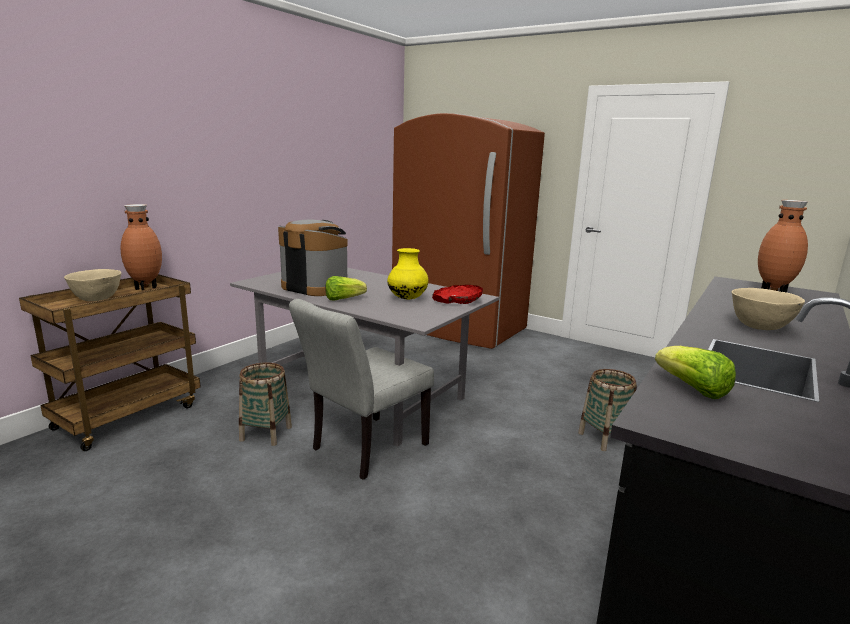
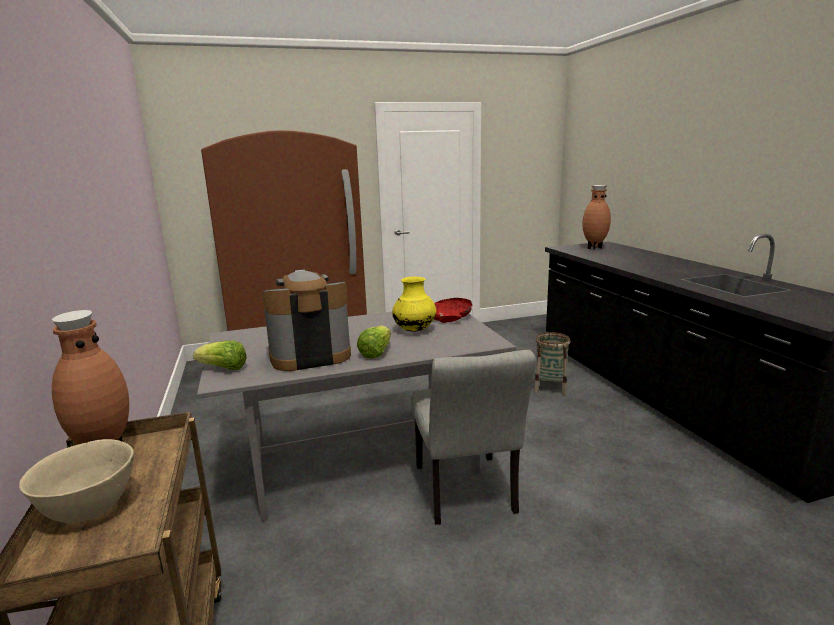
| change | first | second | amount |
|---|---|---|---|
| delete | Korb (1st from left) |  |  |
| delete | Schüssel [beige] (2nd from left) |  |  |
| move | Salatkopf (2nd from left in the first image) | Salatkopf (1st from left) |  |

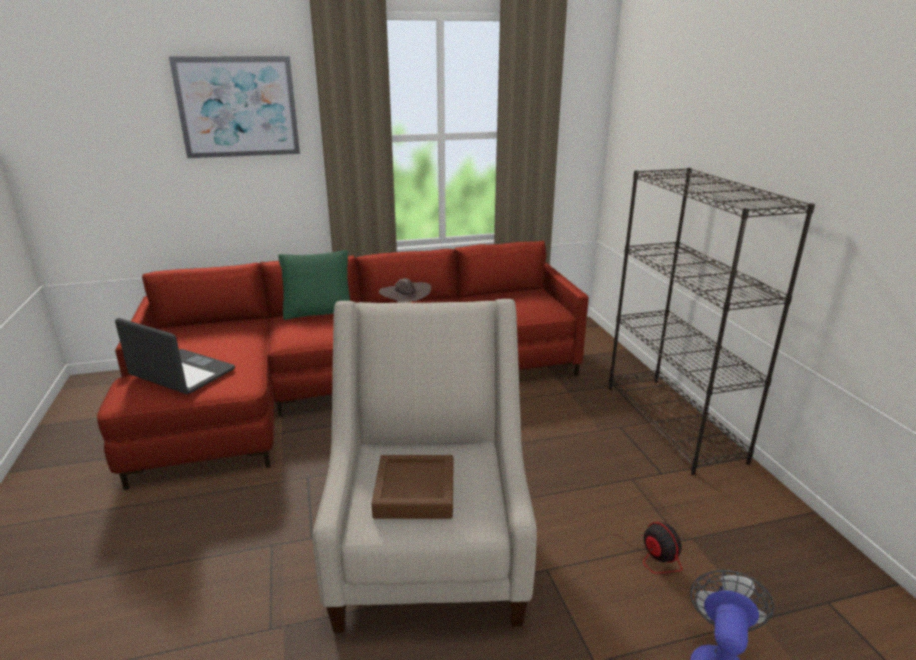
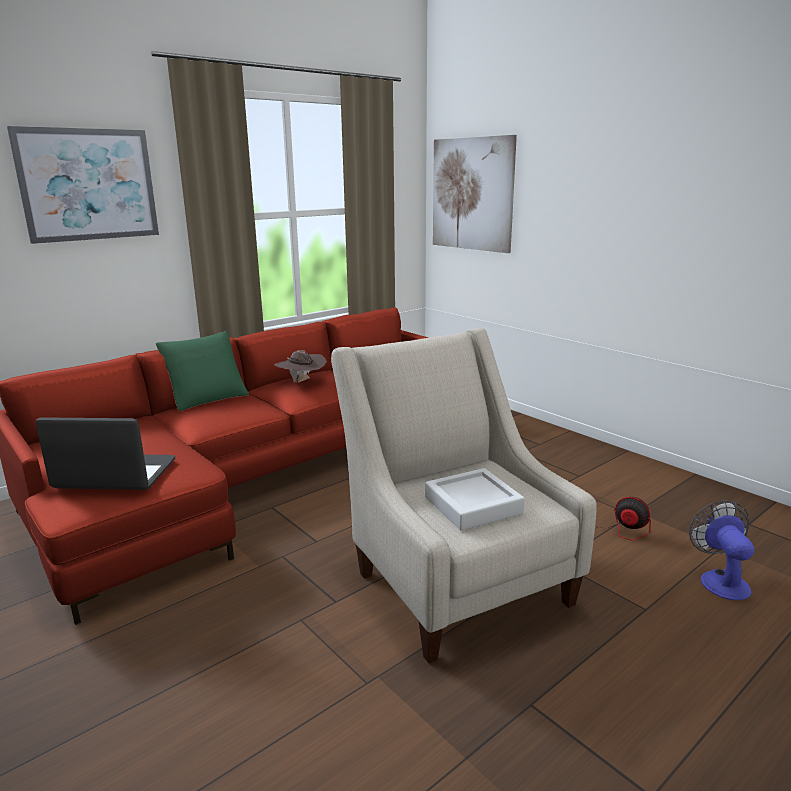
| change | first | second | amount |
|---|---|---|---|
| delete | Bücherregal [schwarz] |  |  |
| insert |  | Bild (2nd from left) |  |
| recolor | Tablett [braun] | Tablett [grau] |  |

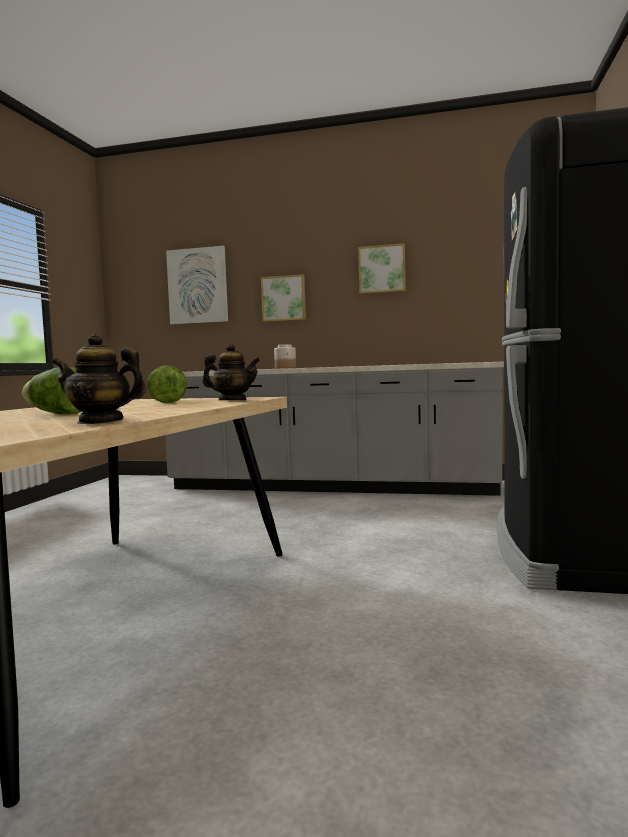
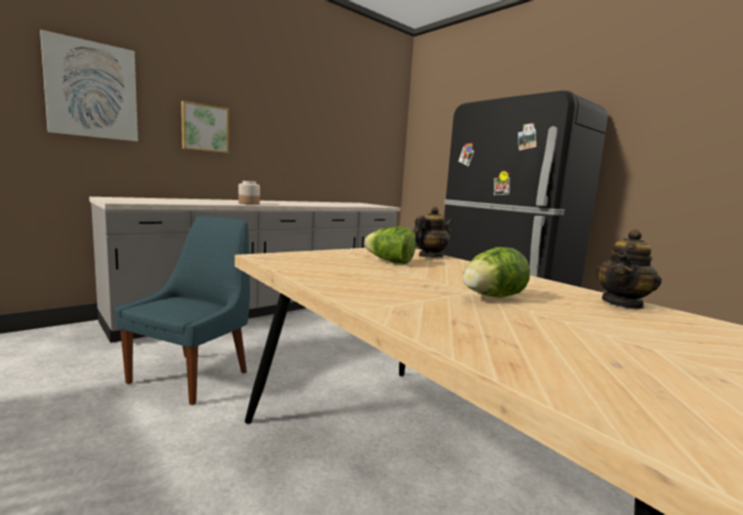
| change | first | second | amount |
|---|---|---|---|
| delete | Bild (3rd from left) |  |  |
| insert |  | Stuhl [blau] |  |

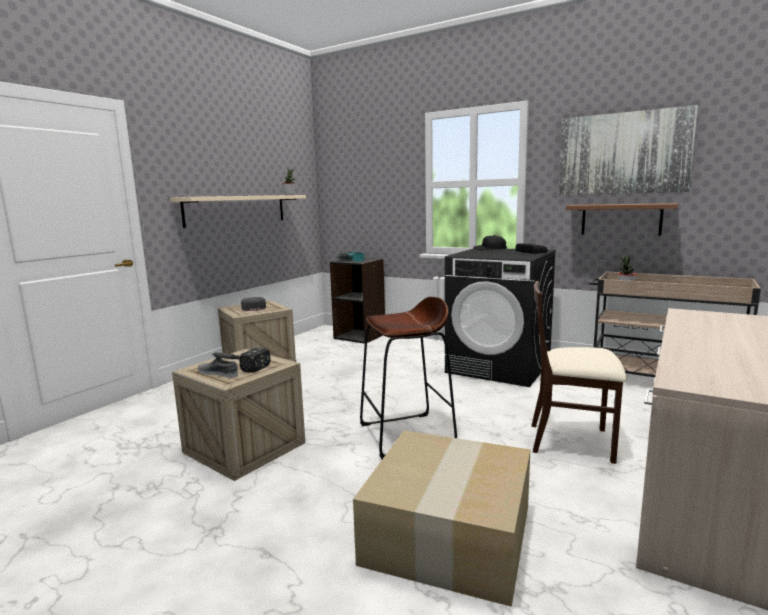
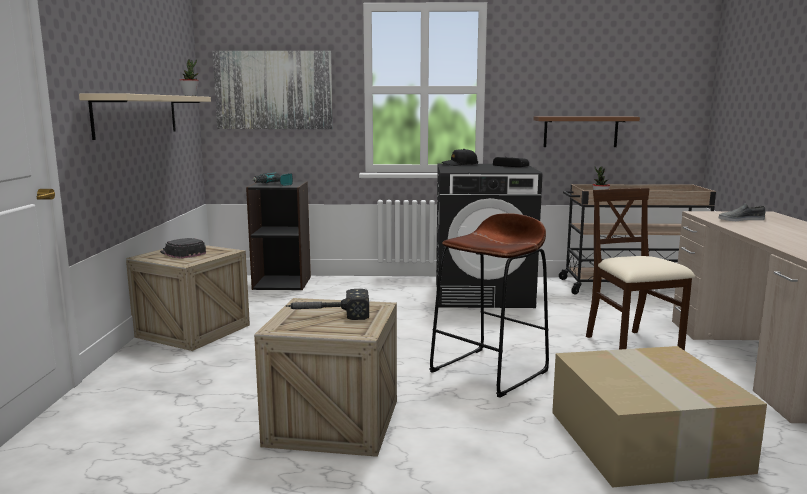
| change | first | second | amount |
|---|---|---|---|
| move | Schuh [grau] |  |  |
| move | Bild |  |  |
| rotate | Stuhl [beige] |  | 90 degrees clockwise |

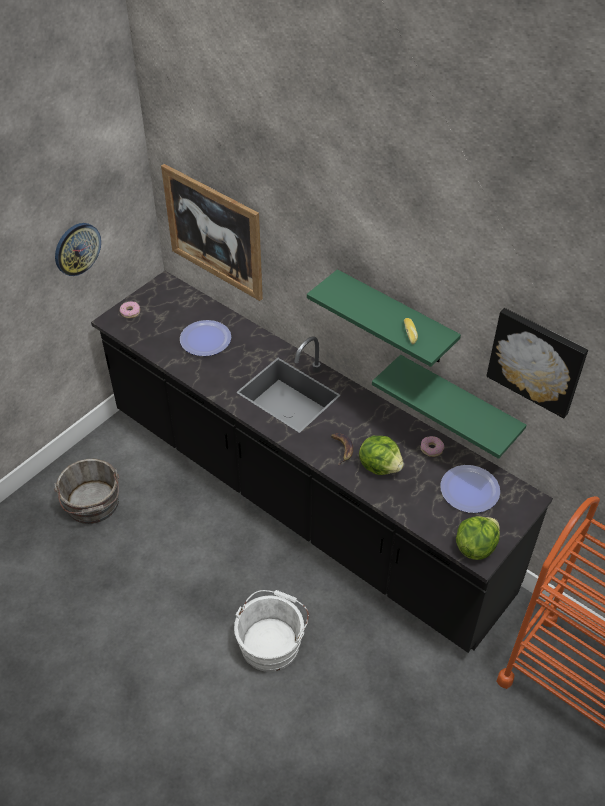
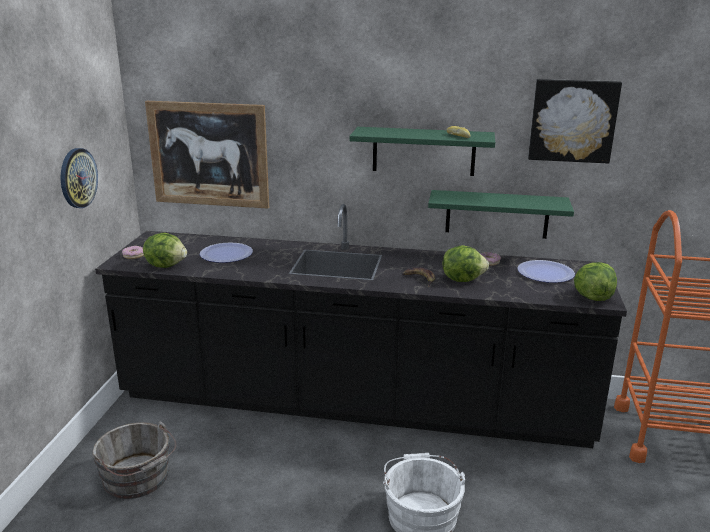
| change | first | second | amount |
|---|---|---|---|
| insert |  | Salatkopf (1st from left) |  |

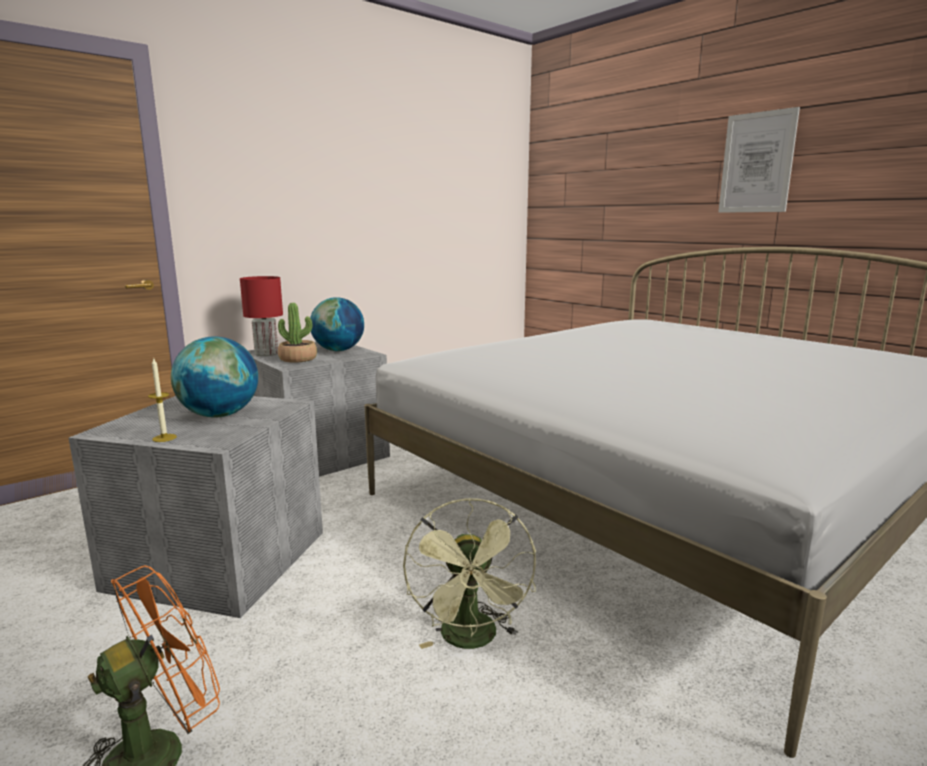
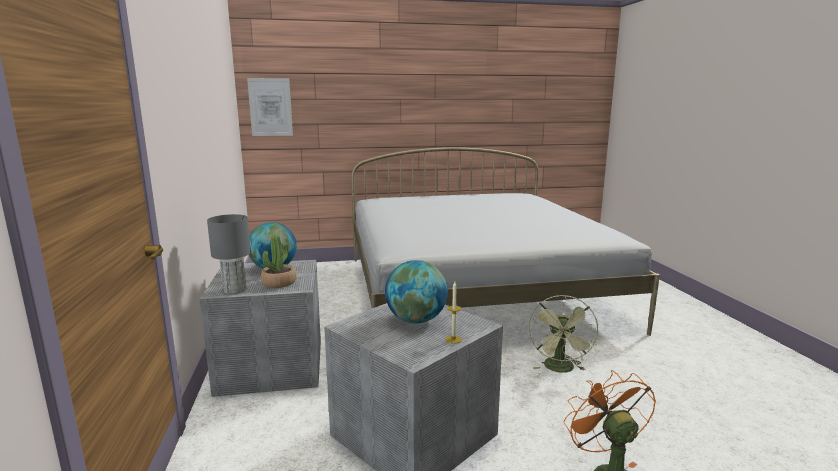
| change | first | second | amount |
|---|---|---|---|
| move | Bild |  |  |
| recolor | Tischlampe [rot] | Tischlampe [grau] |  |
| rotate | Ventilator [grün] |  | 75 degrees clockwise |

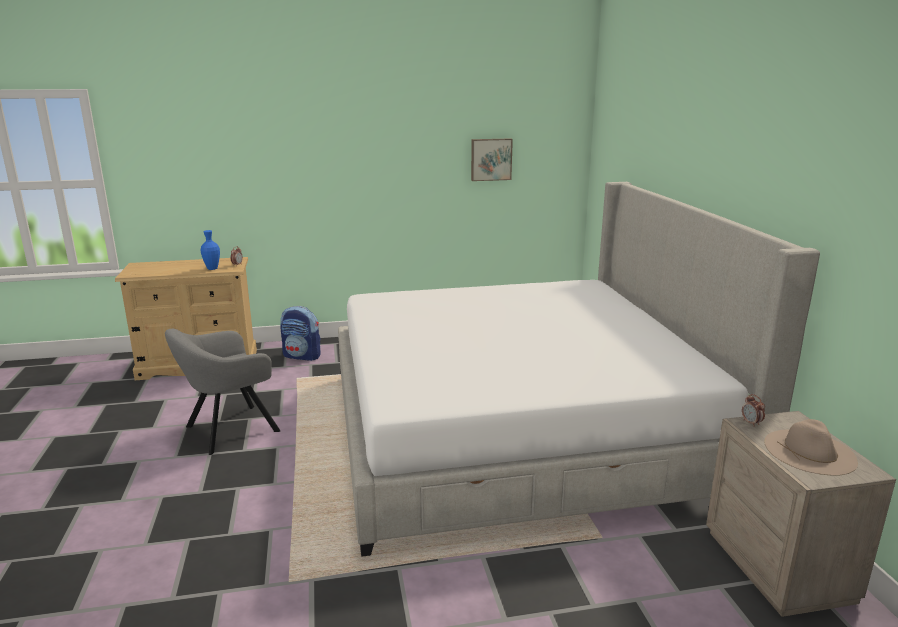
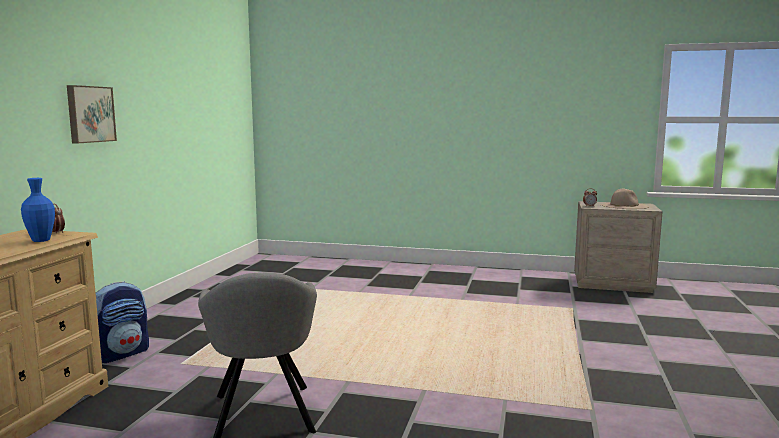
| change | first | second | amount |
|---|---|---|---|
| delete | Bett |  |  |
| move | Bild |  |  |

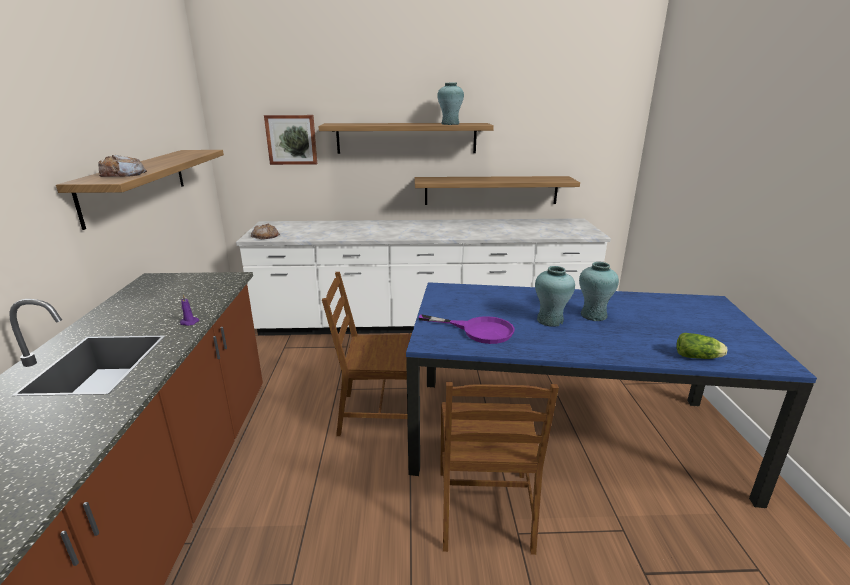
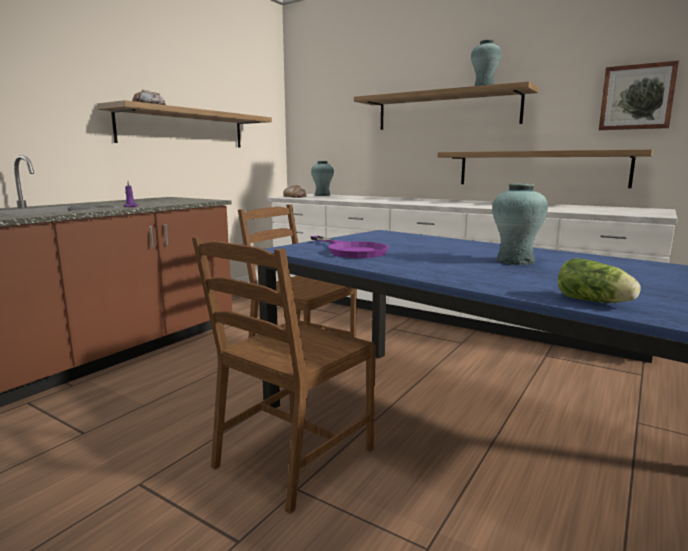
| change | first | second | amount |
|---|---|---|---|
| move | Bild |  |  |
| move | Vase [türkis] (2nd from left in the first image) | Vase [türkis] (1st from left) |  |

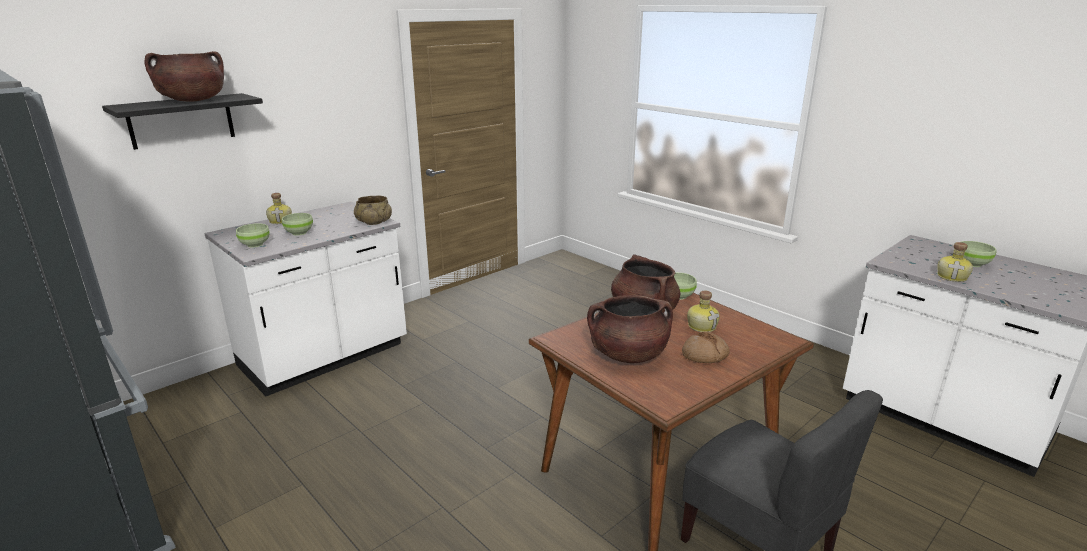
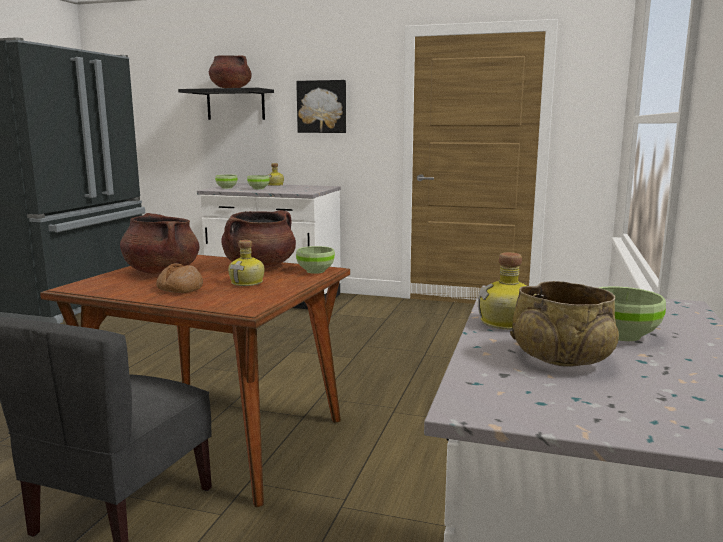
| change | first | second | amount |
|---|---|---|---|
| insert |  | Bild |  |
| move | Schüssel [beige] |  |  |

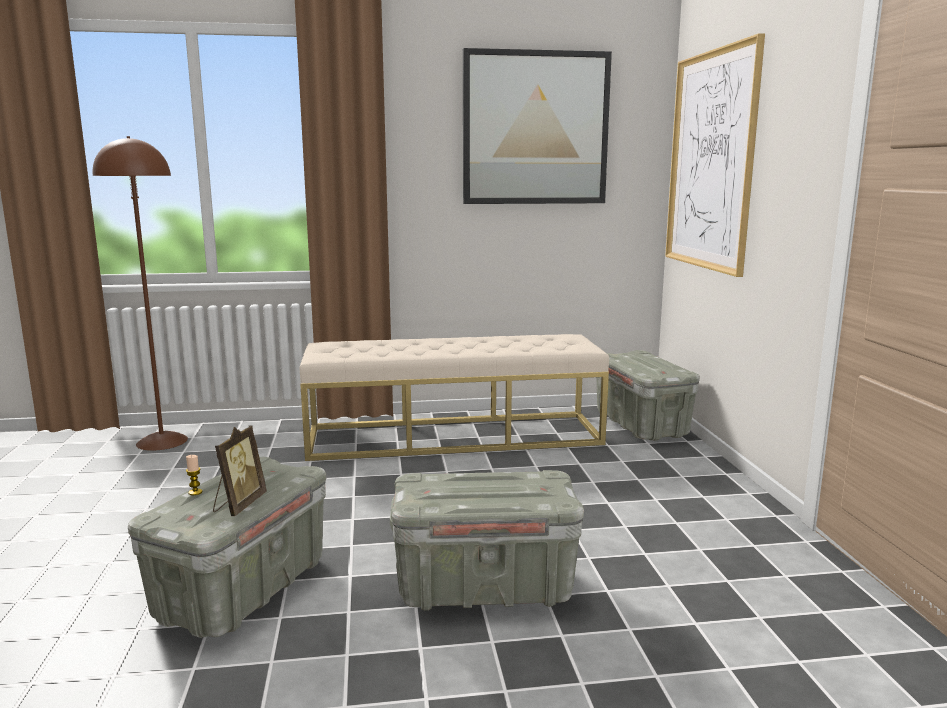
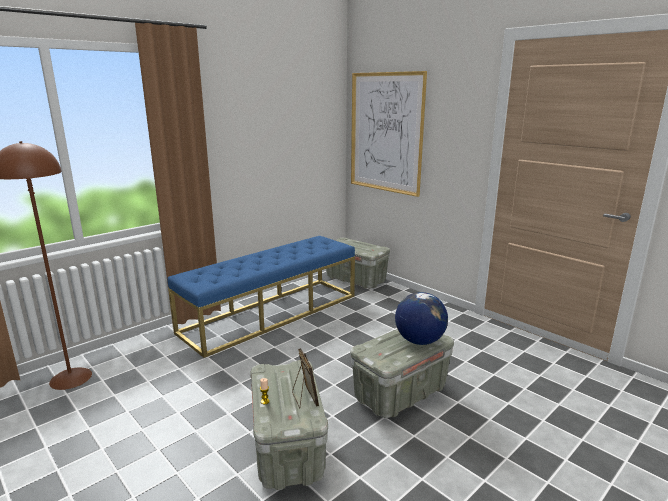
| change | first | second | amount |
|---|---|---|---|
| delete | Bild (1st from left) |  |  |
| insert |  | Globus |  |
| recolor | Bank [beige] | Bank [blau] |  |

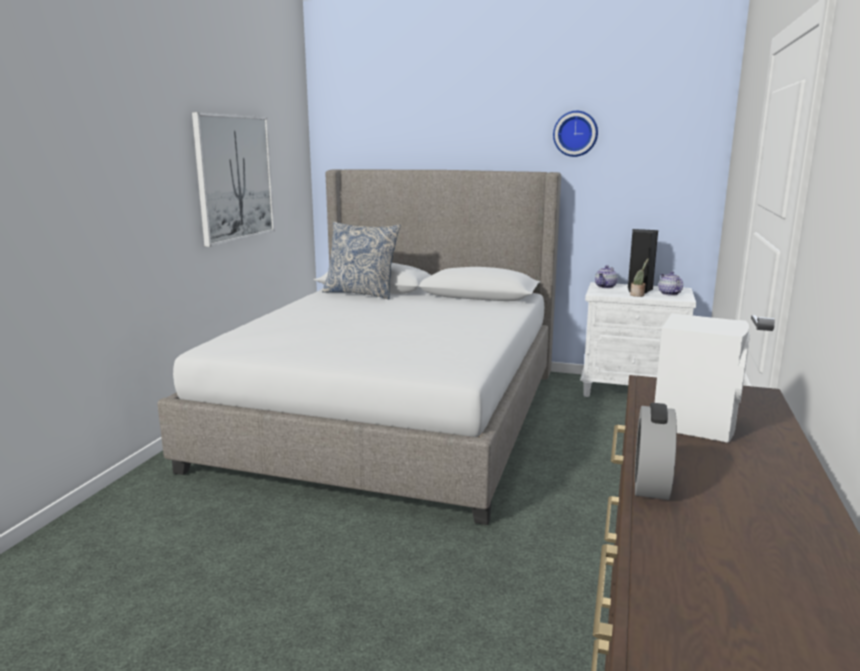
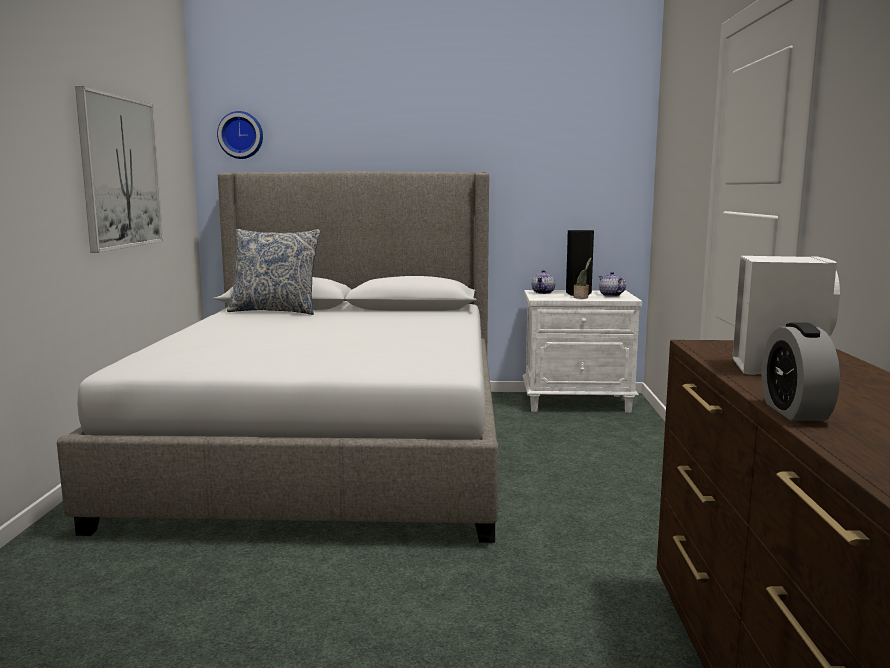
| change | first | second | amount |
|---|---|---|---|
| move | Wanduhr |  |  |

